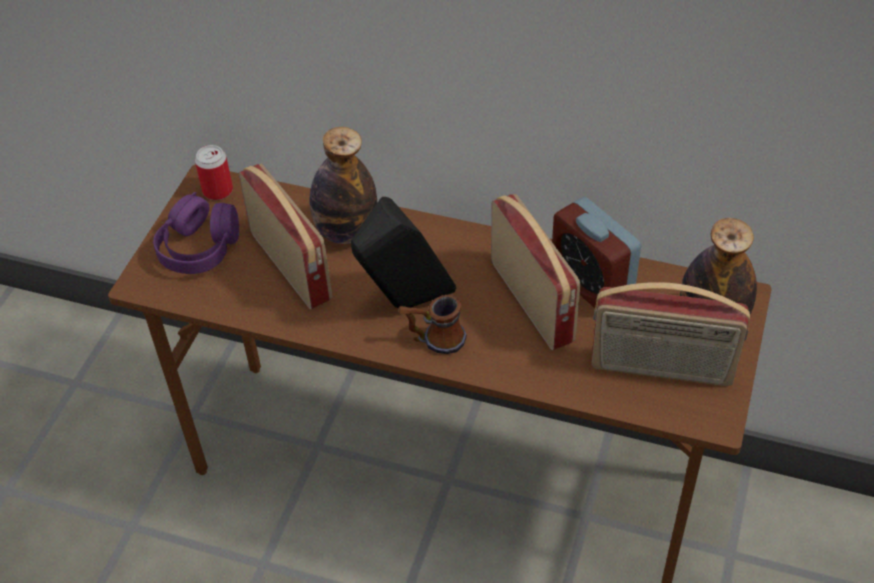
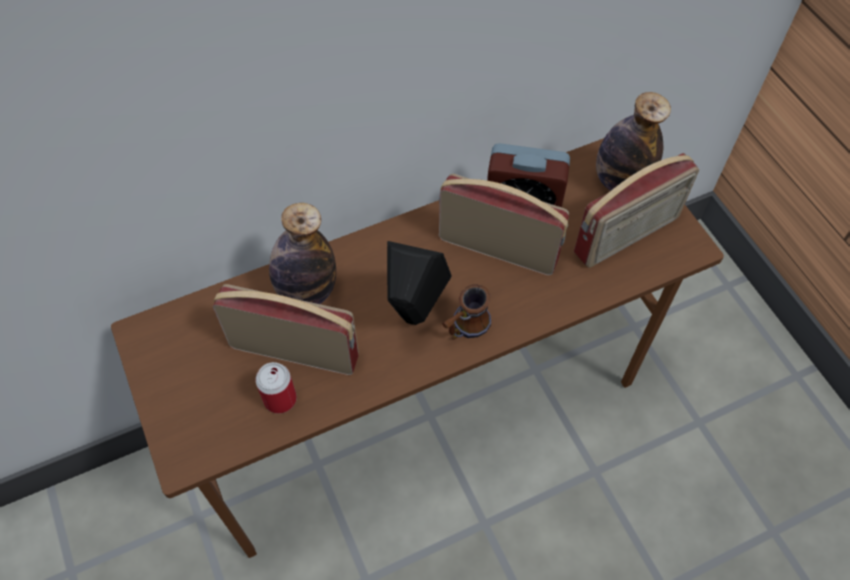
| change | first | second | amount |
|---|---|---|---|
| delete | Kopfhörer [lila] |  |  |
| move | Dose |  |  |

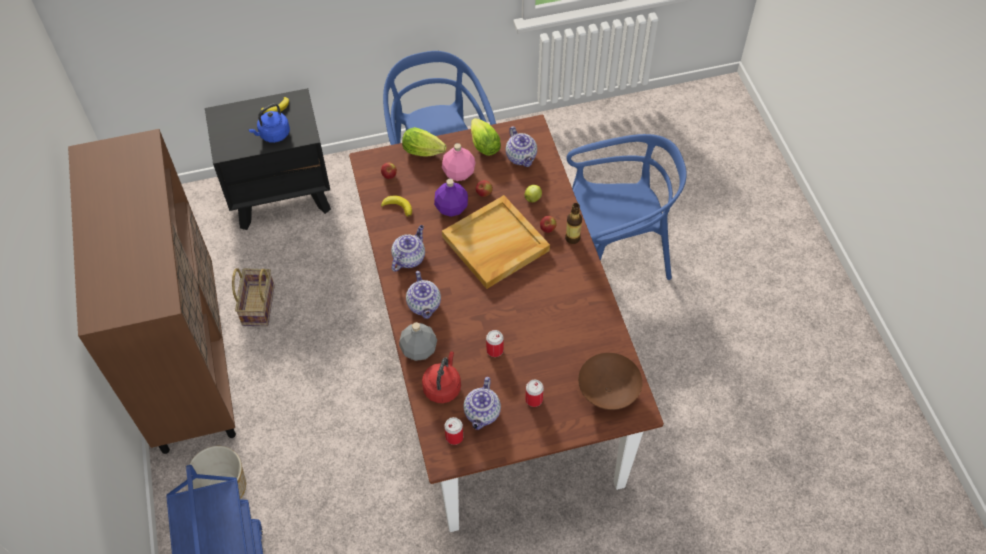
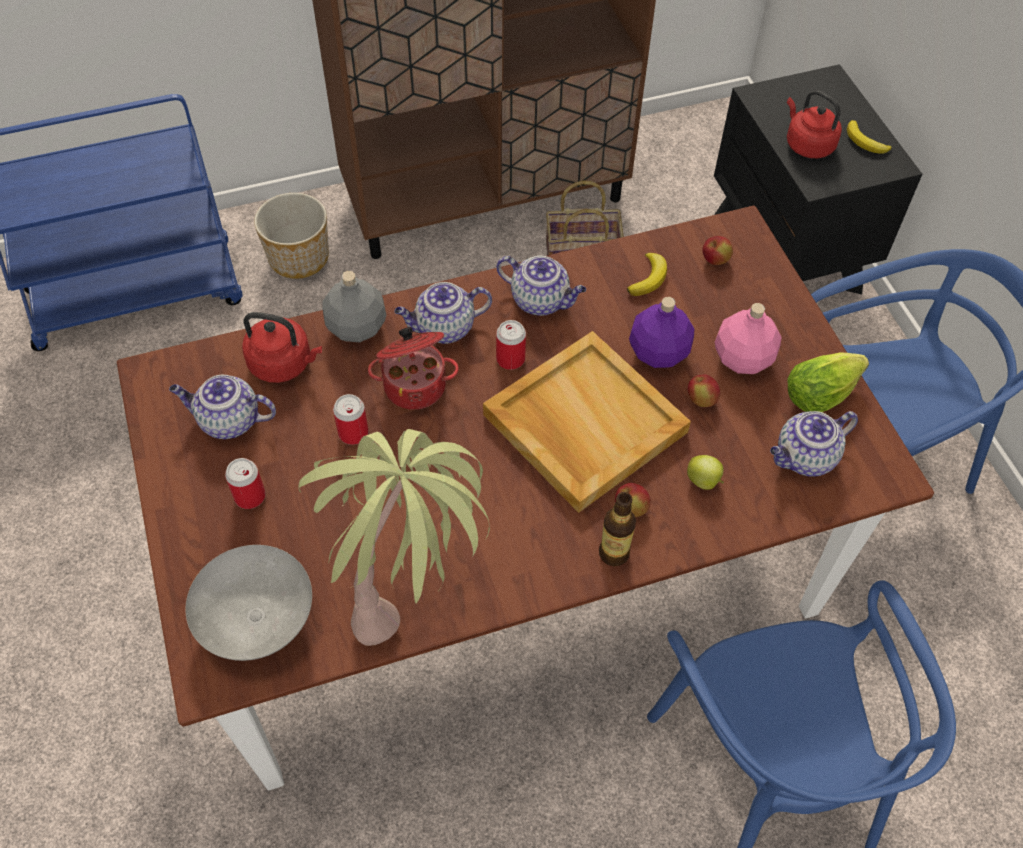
| change | first | second | amount |
|---|---|---|---|
| delete | Salatkopf (1st from left) |  |  |
| insert |  | Topfpflanze |  |
| insert |  | Kochtopf |  |
| move | Dose (1st from left in the first image) | Dose (3rd from left) |  |
| recolor | Wasserkessel [blau] | Wasserkessel [rot] (2nd from left) |  |
| recolor | Schüssel [braun] | Schüssel [grau] |  |

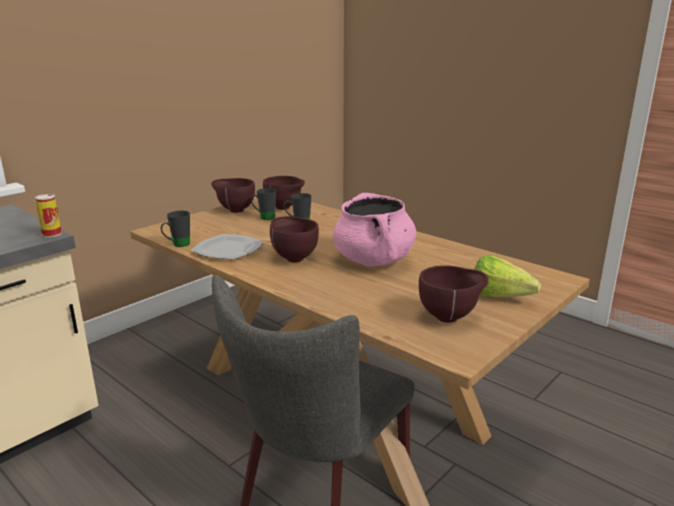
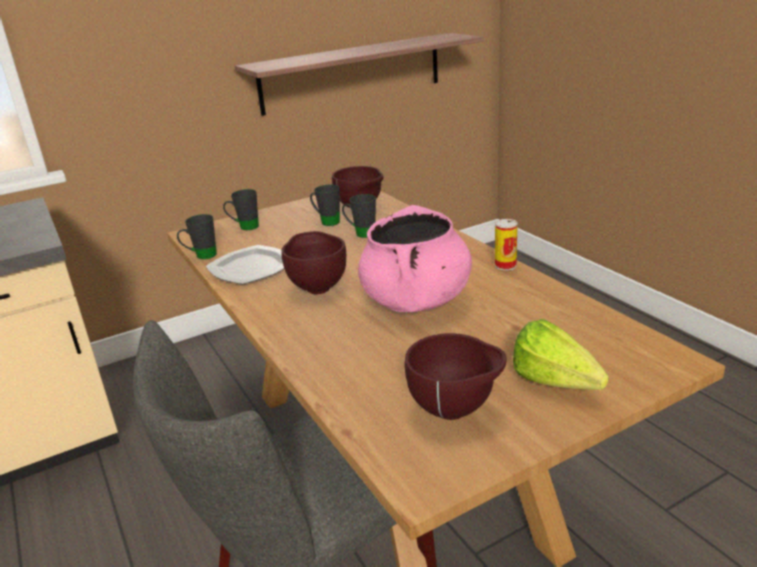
| change | first | second | amount |
|---|---|---|---|
| delete | Schüssel [braun] (1st from left) |  |  |
| insert |  | Henkelbecher [schwarz] (2nd from left) |  |
| insert |  | Wandregal |  |
| move | Dose |  |  |

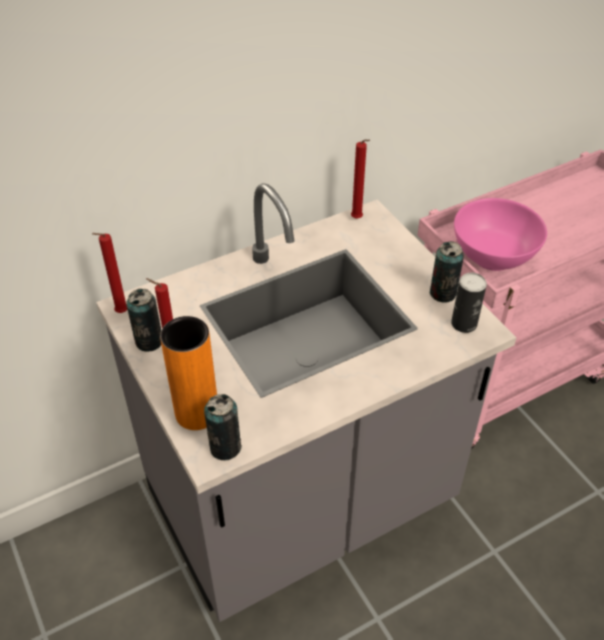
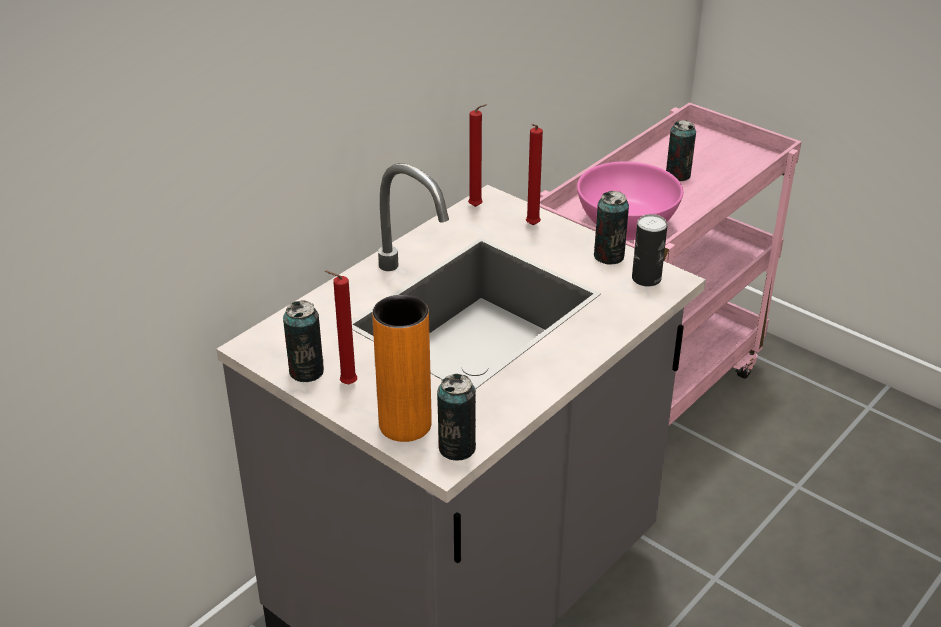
| change | first | second | amount |
|---|---|---|---|
| insert |  | Dose (5th from left) |  |
| move | Kerze [rot] (1st from left in the first image) | Kerze [rot] (3rd from left) |  |

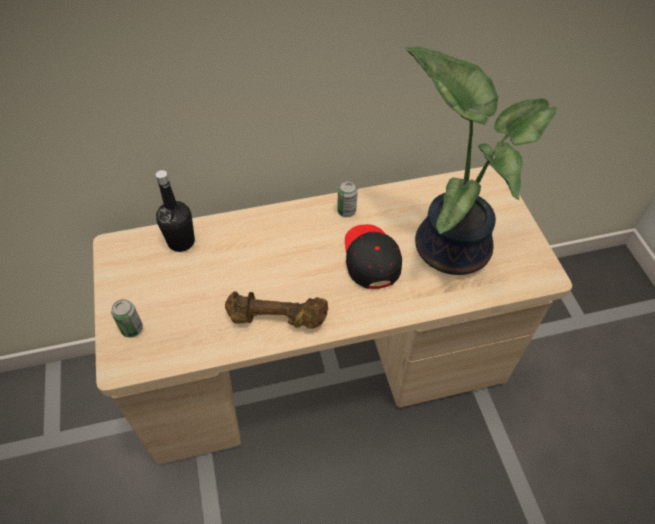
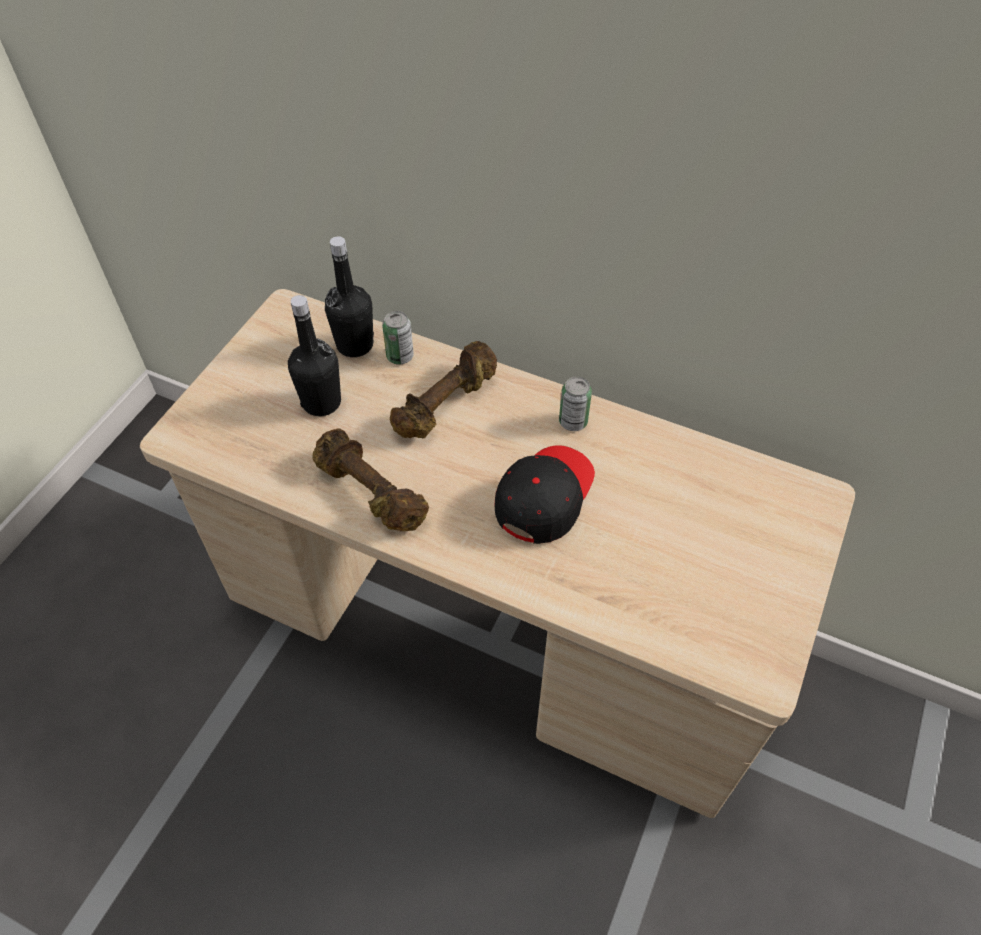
| change | first | second | amount |
|---|---|---|---|
| delete | Topfpflanze |  |  |
| insert |  | Flasche [schwarz] (1st from left) |  |
| insert |  | Hantel [braun] (2nd from left) |  |
| move | Dose (1st from left) |  |  |

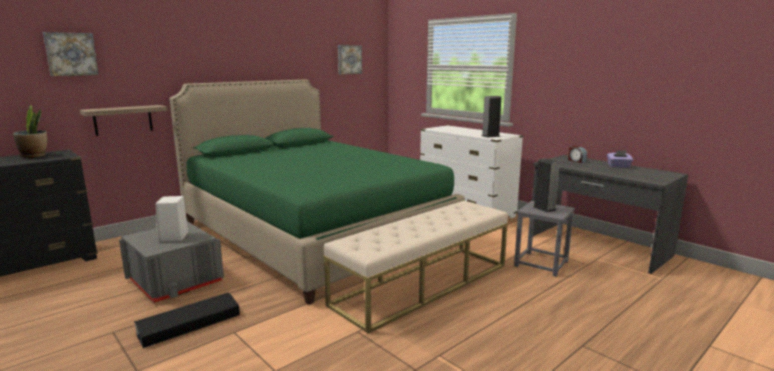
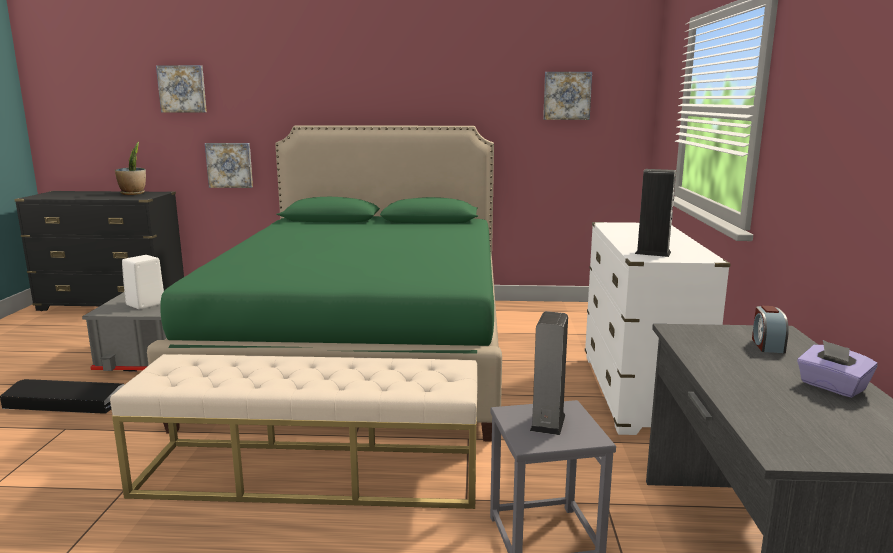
| change | first | second | amount |
|---|---|---|---|
| replace | Wandregal | Bild (2nd from left) |  |

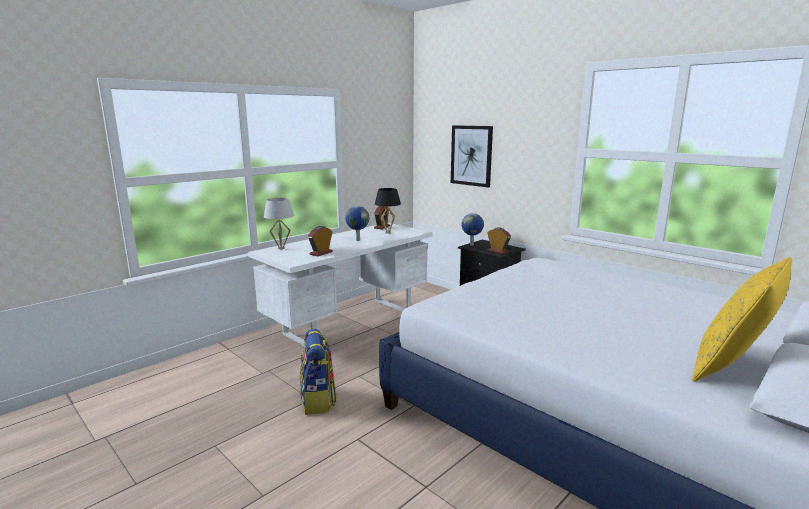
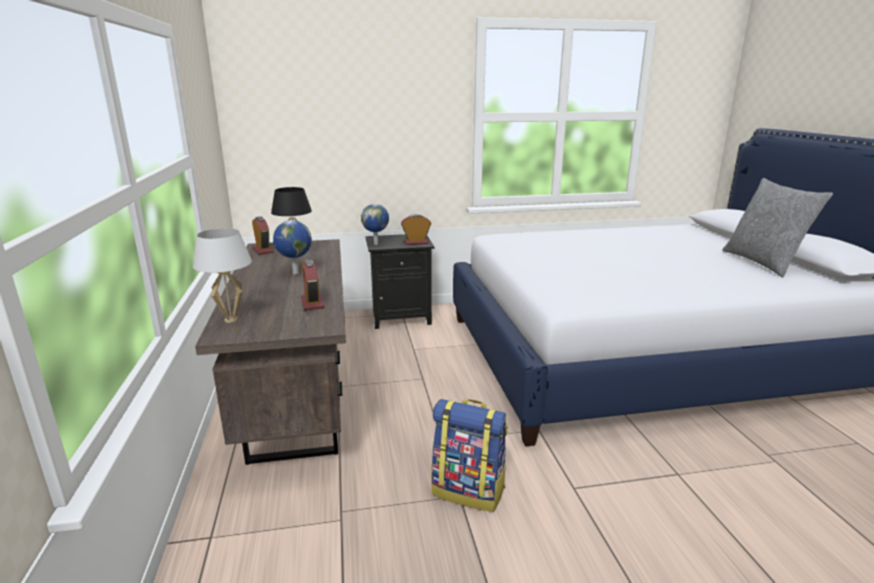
| change | first | second | amount |
|---|---|---|---|
| delete | Bild |  |  |
| recolor | Schreibtisch [weiß] | Schreibtisch [braun] |  |
| recolor | Kissen [gelb] | Kissen [grau] |  |

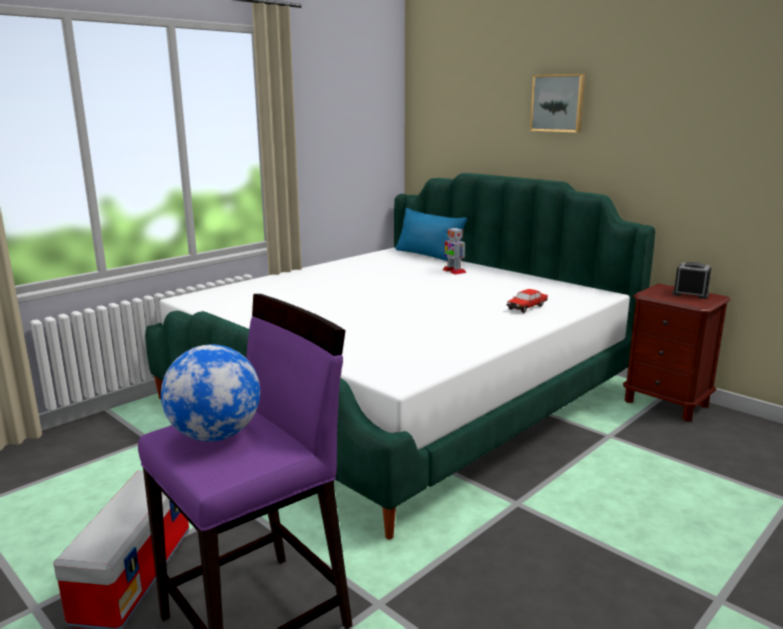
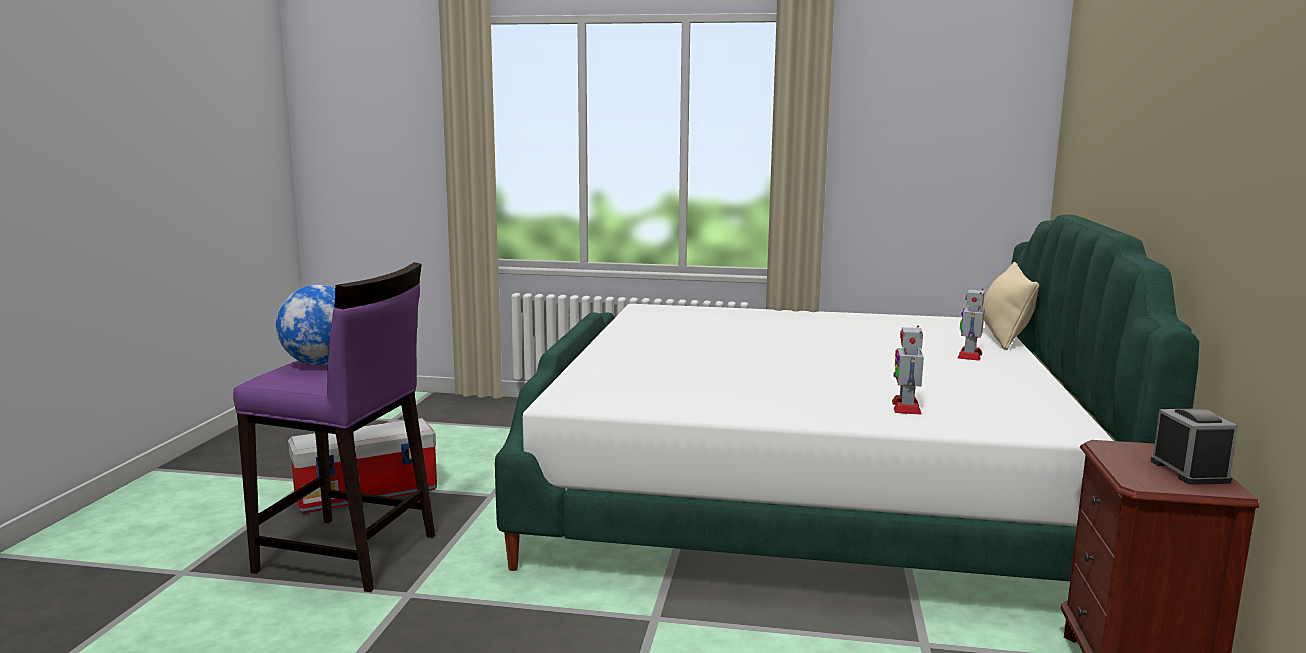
| change | first | second | amount |
|---|---|---|---|
| delete | Bild |  |  |
| replace | Spielzeugauto | Spielzeugroboter (1st from left) |  |
| recolor | Kissen [blau] | Kissen [beige] |  |

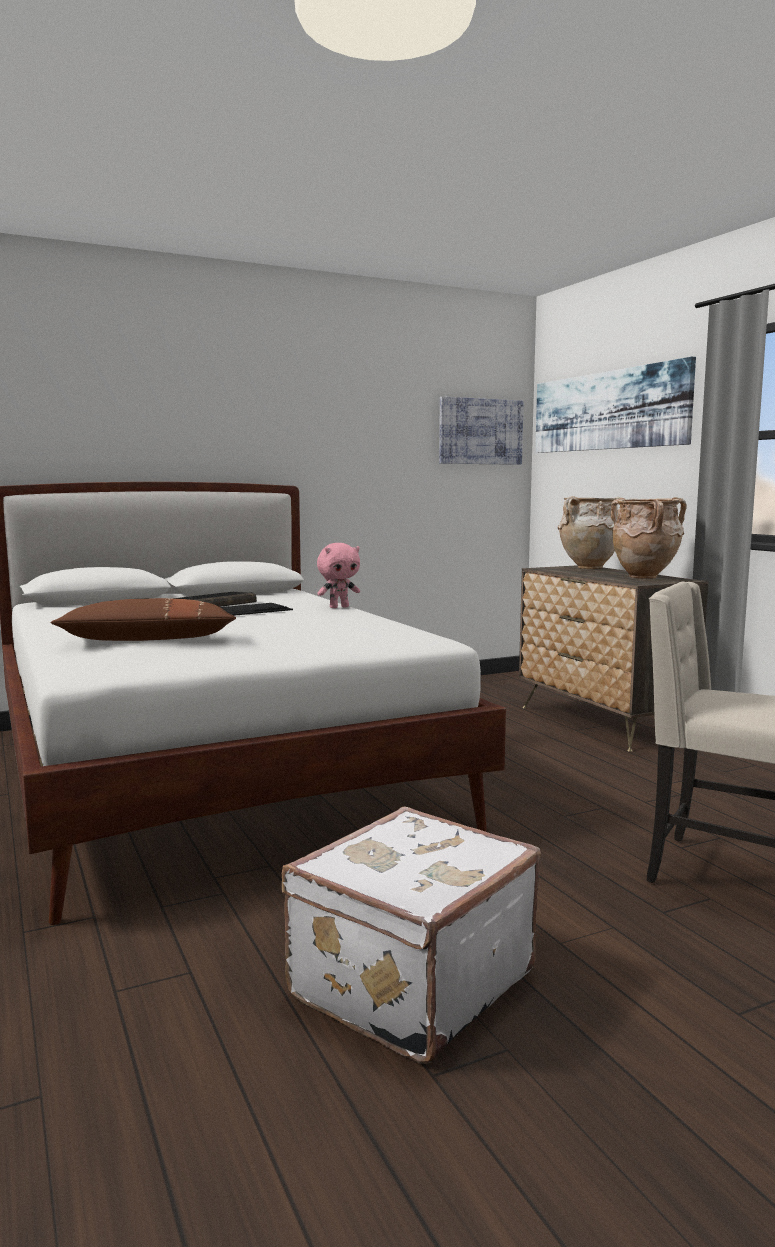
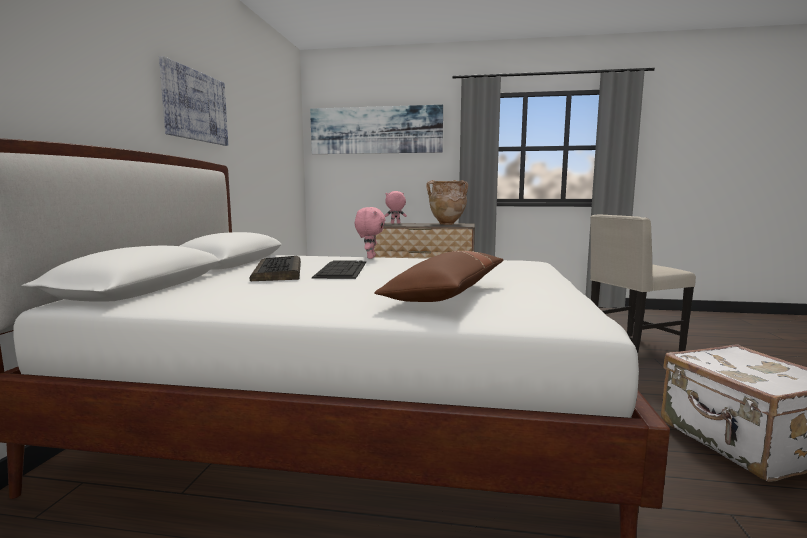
| change | first | second | amount |
|---|---|---|---|
| move | Bild (1st from left) |  |  |
| replace | Vase [beige] (1st from left) | Plüschtier [rosa] (2nd from left) |  |

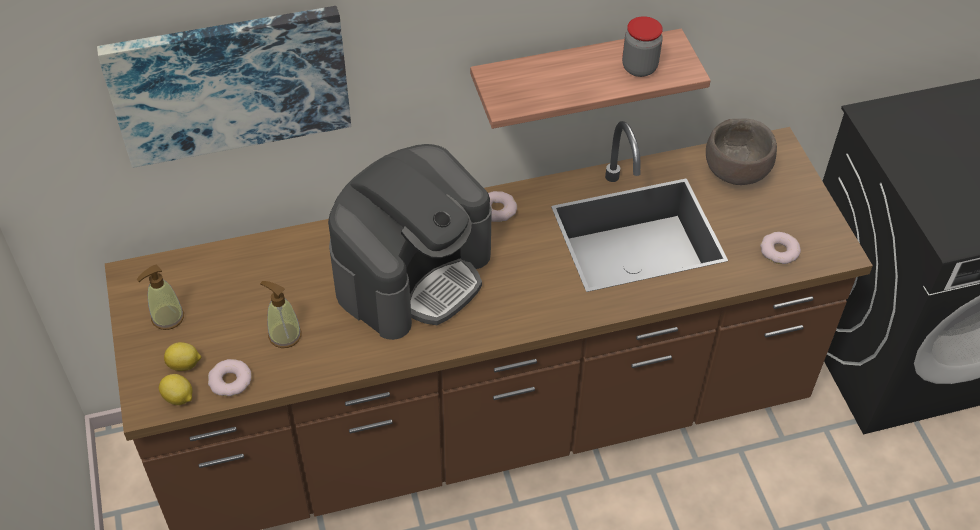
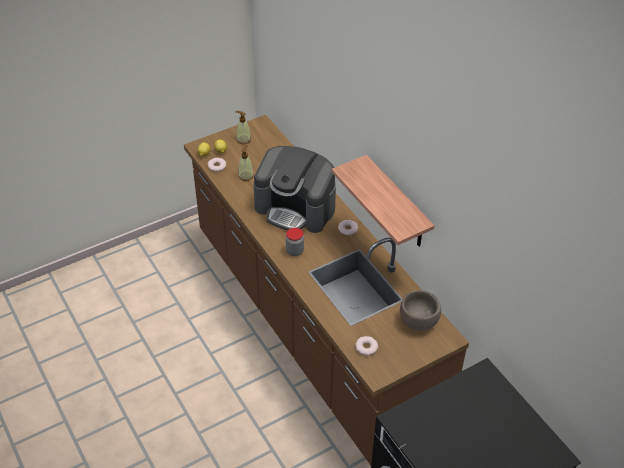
| change | first | second | amount |
|---|---|---|---|
| delete | Bild |  |  |
| move | Vorratsglas |  |  |

